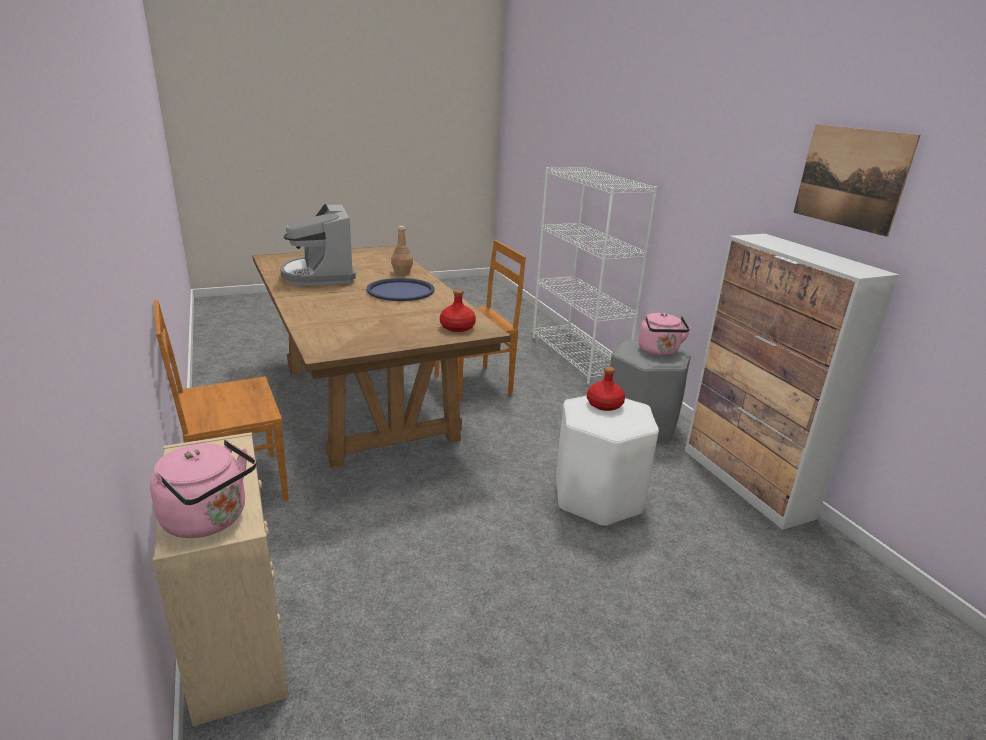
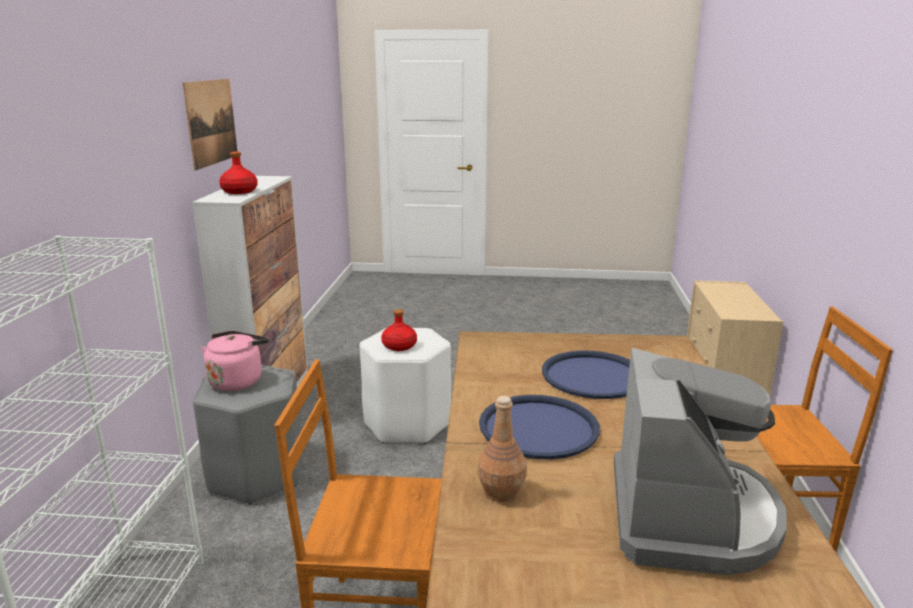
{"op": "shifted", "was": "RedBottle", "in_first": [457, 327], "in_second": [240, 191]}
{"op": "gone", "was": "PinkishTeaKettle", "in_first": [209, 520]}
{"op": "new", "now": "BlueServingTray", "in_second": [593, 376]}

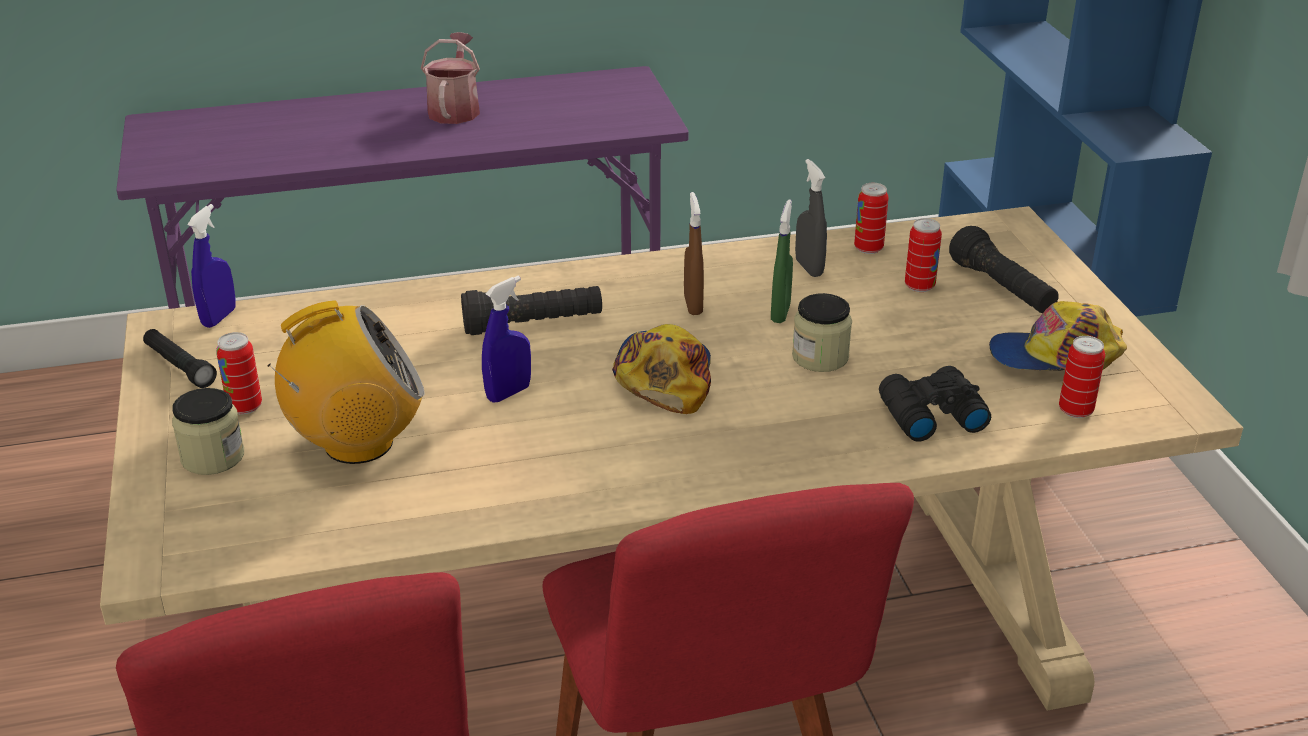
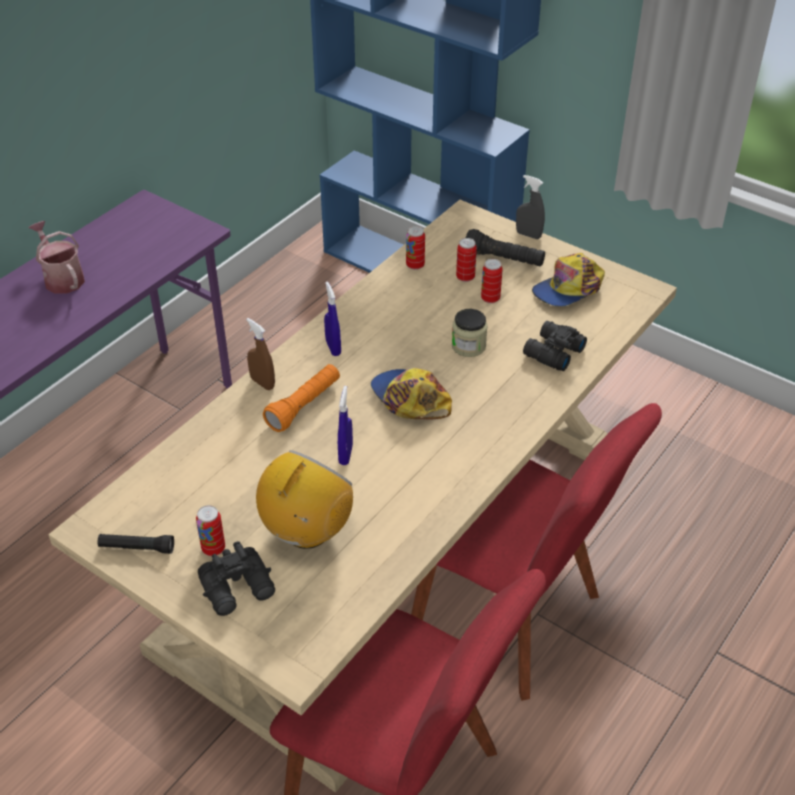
{"op": "shifted", "was": "GraySprayBottle", "in_first": [809, 268], "in_second": [528, 235]}
{"op": "shifted", "was": "BrownishSprayBottle", "in_first": [693, 305], "in_second": [262, 383]}
{"op": "gone", "was": "GreenSprayBottle", "in_first": [780, 313]}
{"op": "shifted", "was": "BlueSprayBottle", "in_first": [219, 317], "in_second": [333, 348]}
{"op": "repainted", "was": "BlackColouredHandTorch", "now": "OrangeColouredHandTorch", "in_first": [533, 325], "in_second": [304, 406]}
{"op": "shifted", "was": "MetalCan", "in_first": [1075, 410], "in_second": [490, 298]}
{"op": "swapped", "was": "PreserveJar", "now": "BlackColouredFieldGlasses", "in_first": [213, 457], "in_second": [239, 588]}

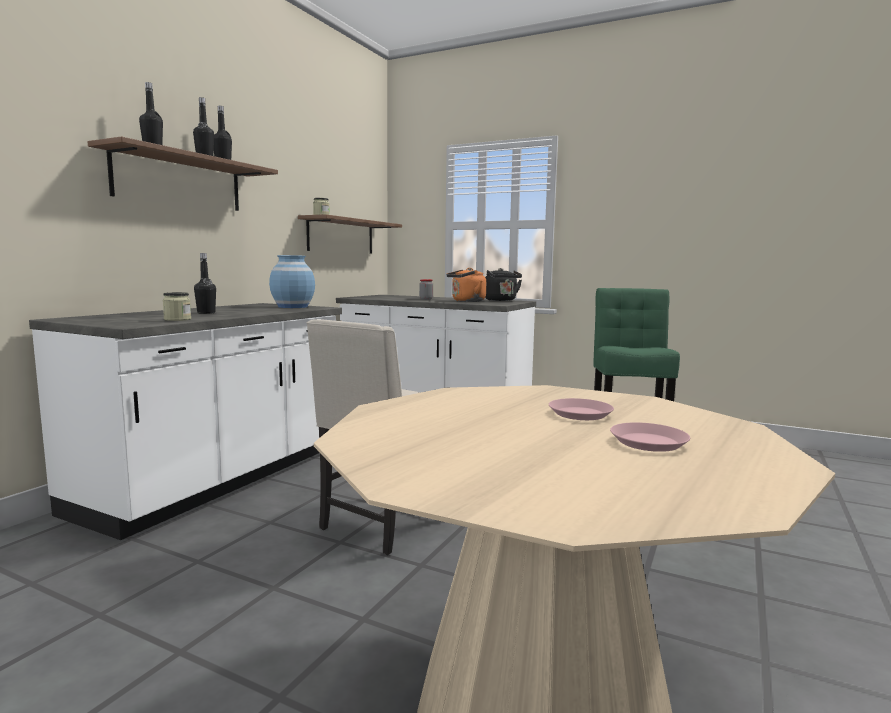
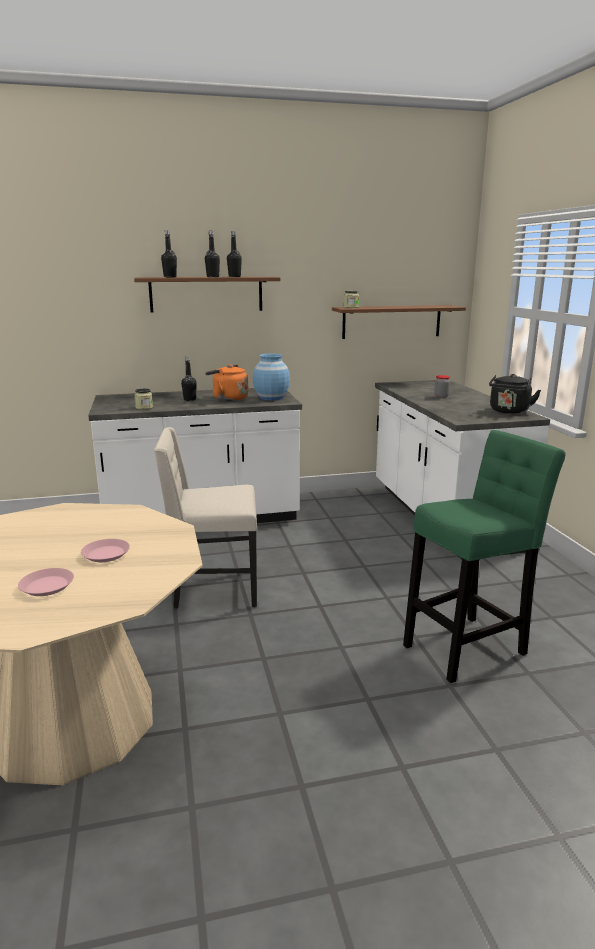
{"op": "shifted", "was": "OrangeColouredTeaKettle", "in_first": [466, 301], "in_second": [228, 399]}

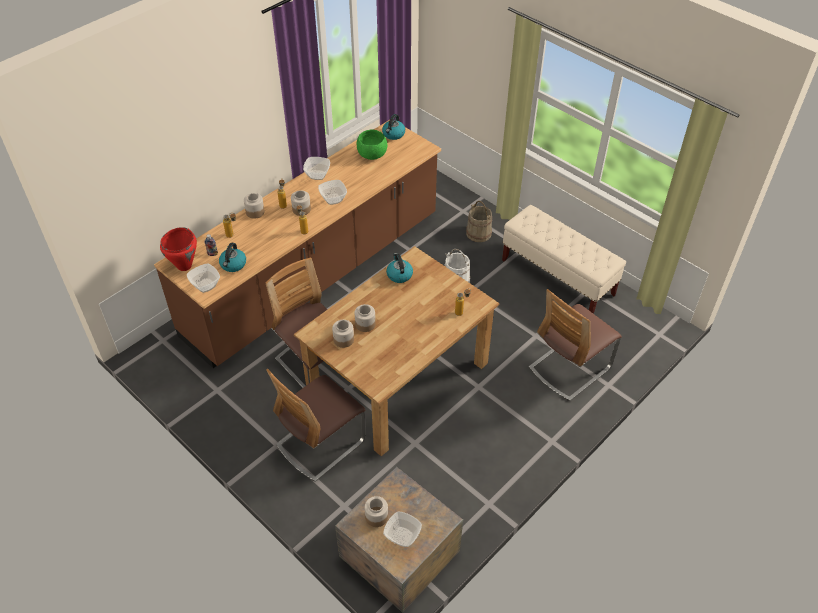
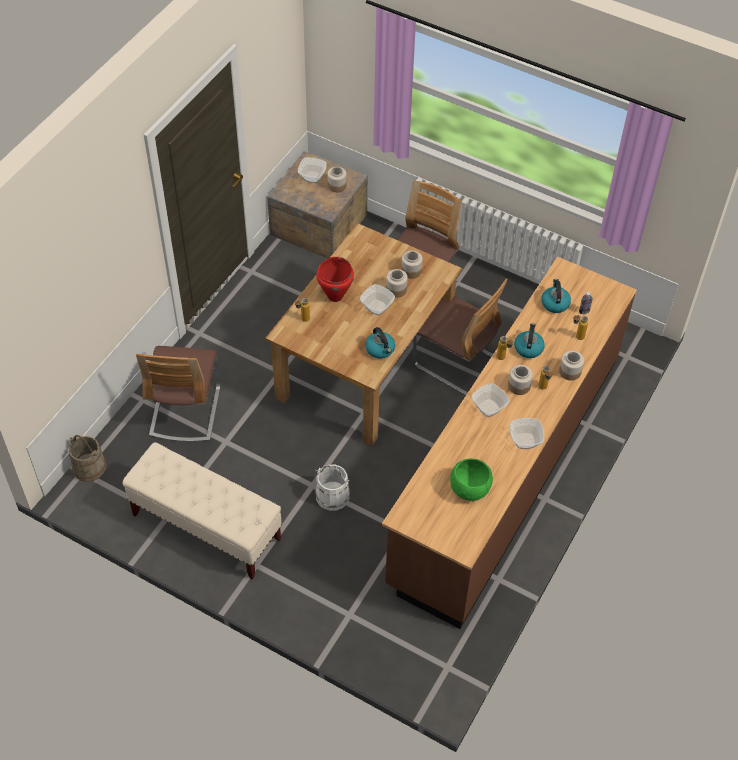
{"op": "shifted", "was": "TeaKettle", "in_first": [393, 134], "in_second": [528, 348]}
{"op": "shifted", "was": "BeigeBucket", "in_first": [478, 233], "in_second": [89, 467]}
{"op": "shifted", "was": "RedCookingPot", "in_first": [185, 266], "in_second": [334, 296]}
{"op": "shifted", "was": "DeepDish", "in_first": [205, 286], "in_second": [377, 307]}
{"op": "rotated", "was": "PlainChair", "in_first": [569, 368], "in_second": [185, 410], "clockwise": 150}

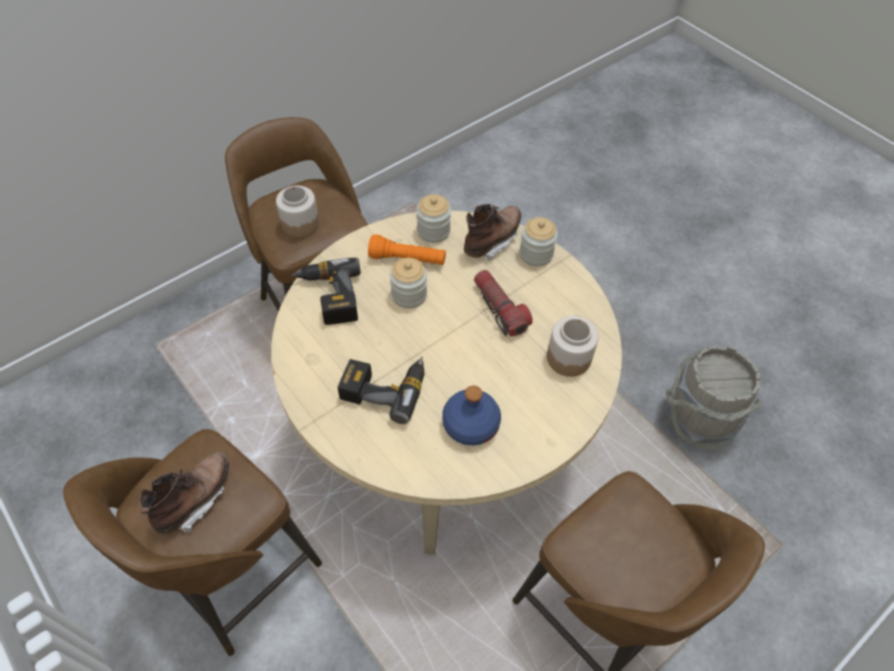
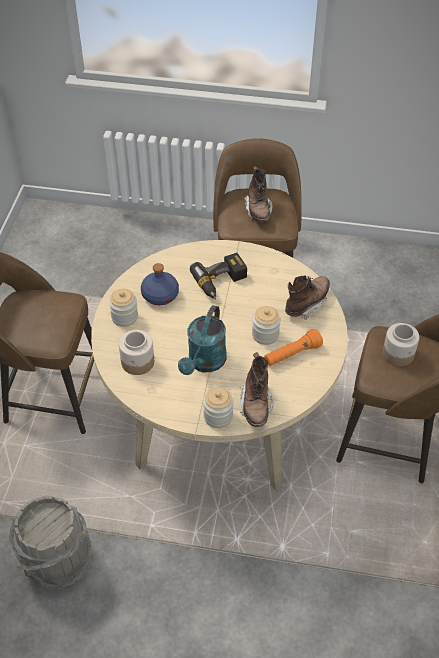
{"op": "shifted", "was": "PreserveJar", "in_first": [433, 231], "in_second": [124, 317]}
{"op": "swapped", "was": "PowerDrill", "now": "BrownishBoot", "in_first": [329, 297], "in_second": [306, 303]}
{"op": "swapped", "was": "HandTorch", "now": "TurquoiseColouredWateringPot", "in_first": [500, 309], "in_second": [204, 363]}

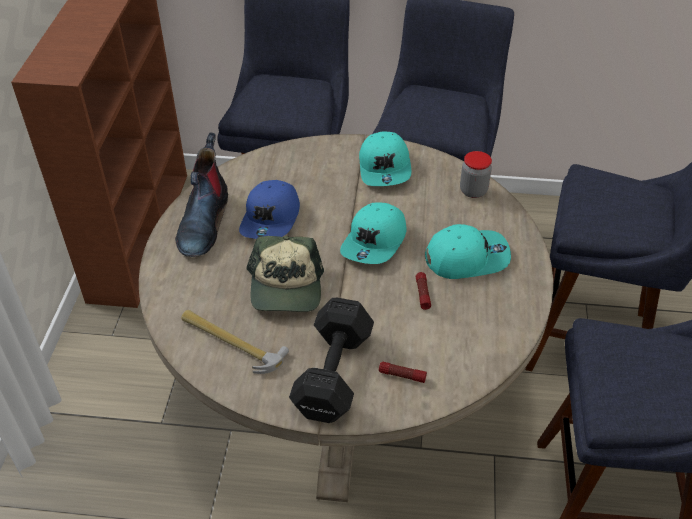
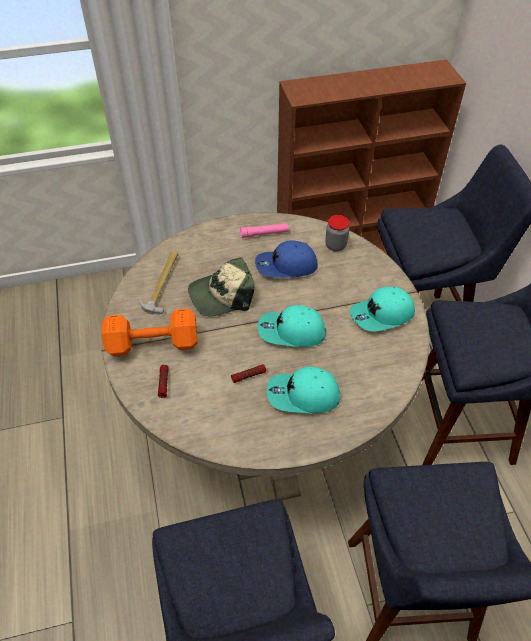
{"op": "swapped", "was": "Boot", "now": "PinkishHandTorch", "in_first": [203, 222], "in_second": [264, 234]}
{"op": "shifted", "was": "PreserveJar", "in_first": [473, 191], "in_second": [335, 245]}
{"op": "rotated", "was": "TurquoiseColouredCap", "in_first": [467, 257], "in_second": [303, 396], "clockwise": 120}
{"op": "repainted", "was": "BlackColouredFreeWeight", "now": "OrangeColouredFreeWeight", "in_first": [331, 375], "in_second": [151, 343]}

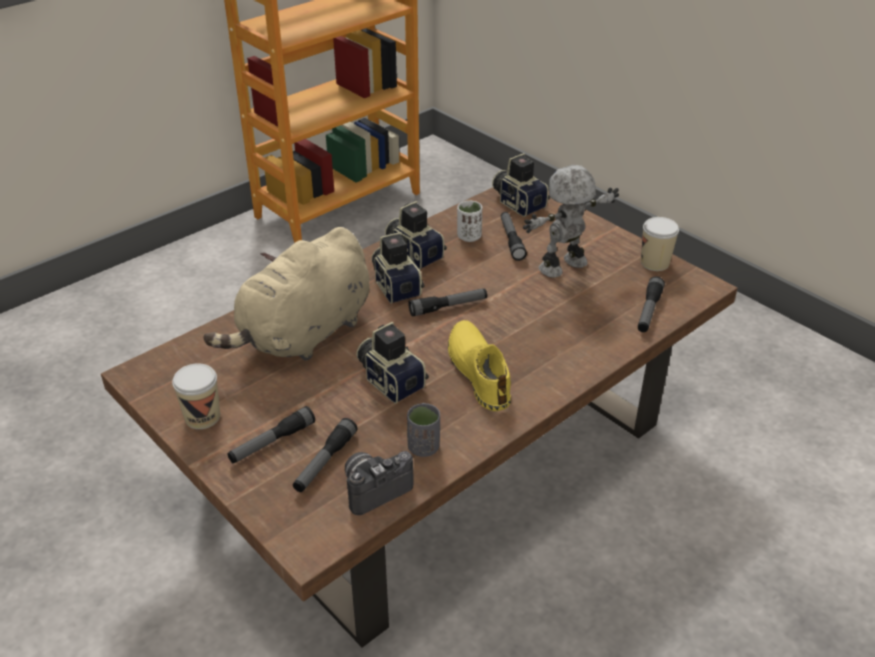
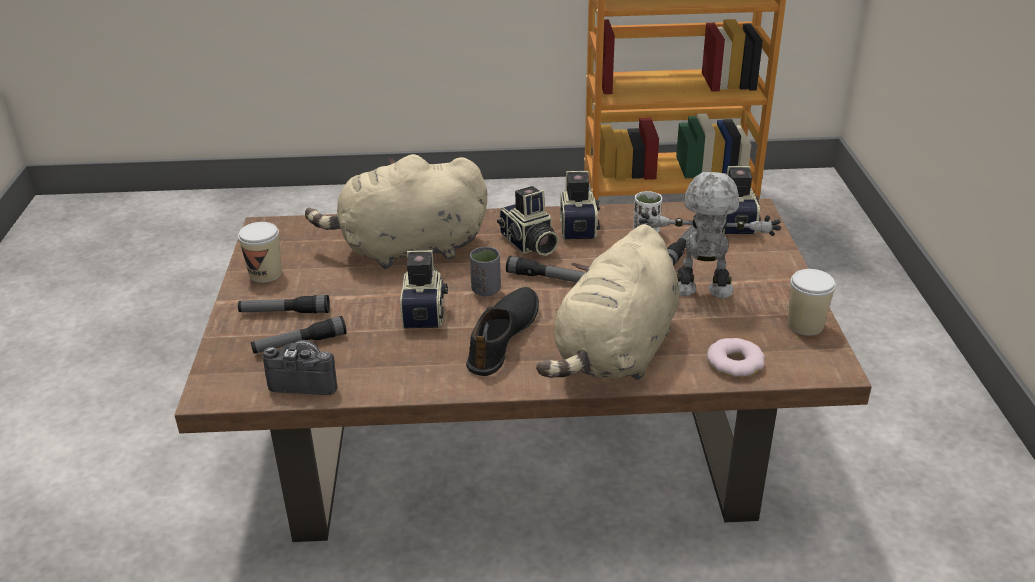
{"op": "rotated", "was": "StillCamera", "in_first": [396, 285], "in_second": [528, 244], "clockwise": 135}
{"op": "swapped", "was": "HandTorch", "now": "Donut", "in_first": [648, 311], "in_second": [735, 363]}
{"op": "repainted", "was": "YellowShoe", "now": "BlackColouredShoe", "in_first": [479, 371], "in_second": [504, 338]}
{"op": "shifted", "was": "GraySmallCup", "in_first": [423, 447], "in_second": [486, 290]}
{"op": "new", "now": "BeigeCuddlyToy", "in_second": [615, 353]}

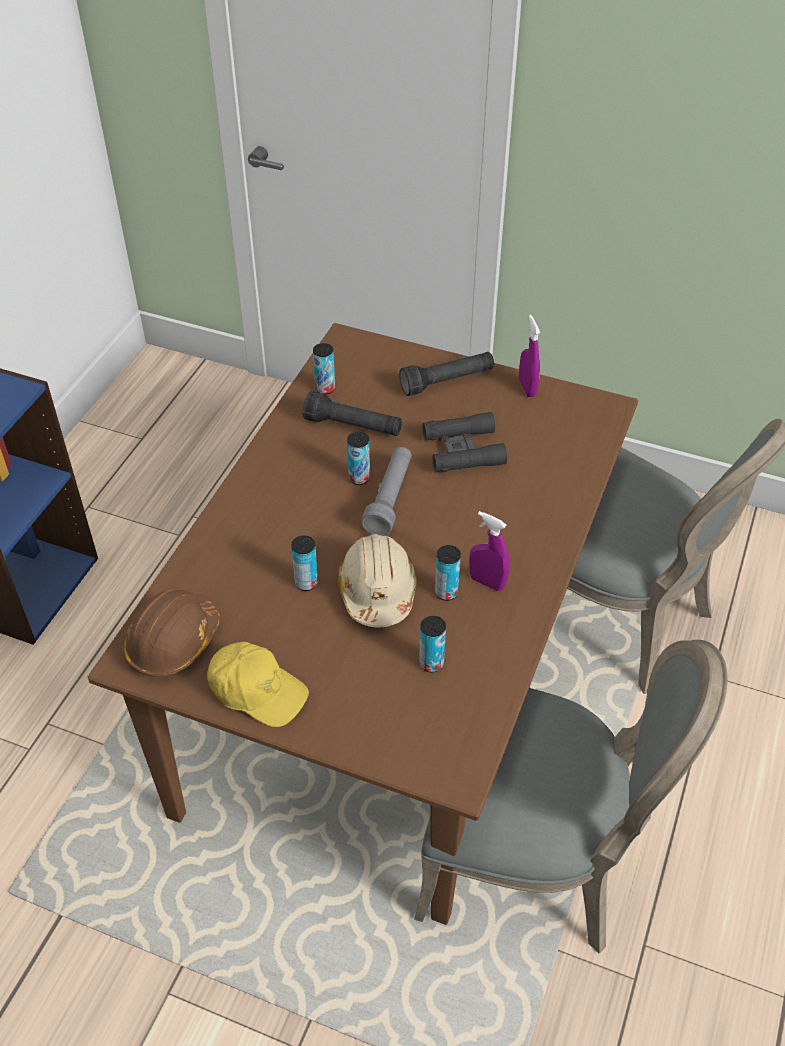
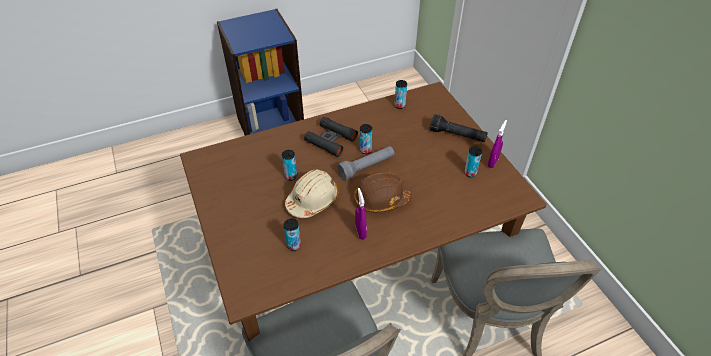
{"op": "gone", "was": "BlackColouredHandTorch", "in_first": [353, 426]}
{"op": "shifted", "was": "BlackColouredFieldGlasses", "in_first": [463, 450], "in_second": [331, 140]}
{"op": "shifted", "was": "MetalCan", "in_first": [446, 592], "in_second": [470, 173]}
{"op": "shifted", "was": "BrownishSafetyHelmet", "in_first": [173, 642], "in_second": [381, 199]}
{"op": "gone", "was": "YellowCap", "in_first": [257, 690]}

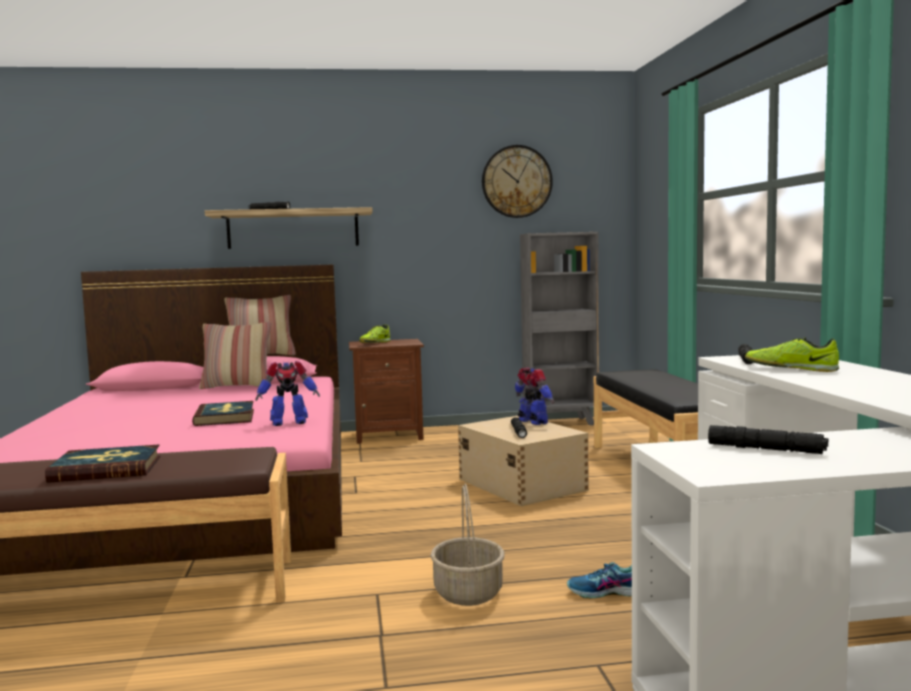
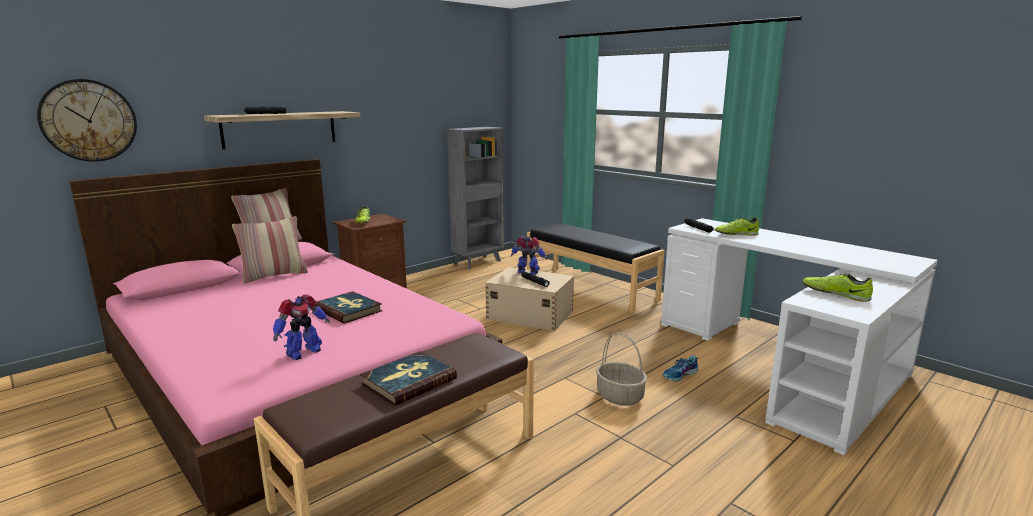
{"op": "shifted", "was": "ClockOnTheWall", "in_first": [516, 181], "in_second": [88, 120]}
{"op": "shifted", "was": "ToyRobot", "in_first": [288, 422], "in_second": [303, 352]}
{"op": "swapped", "was": "BlackColouredHandTorch", "now": "Shoe", "in_first": [766, 449], "in_second": [835, 294]}

